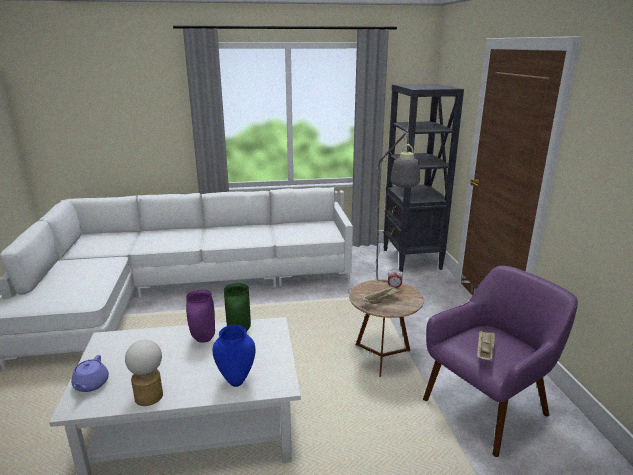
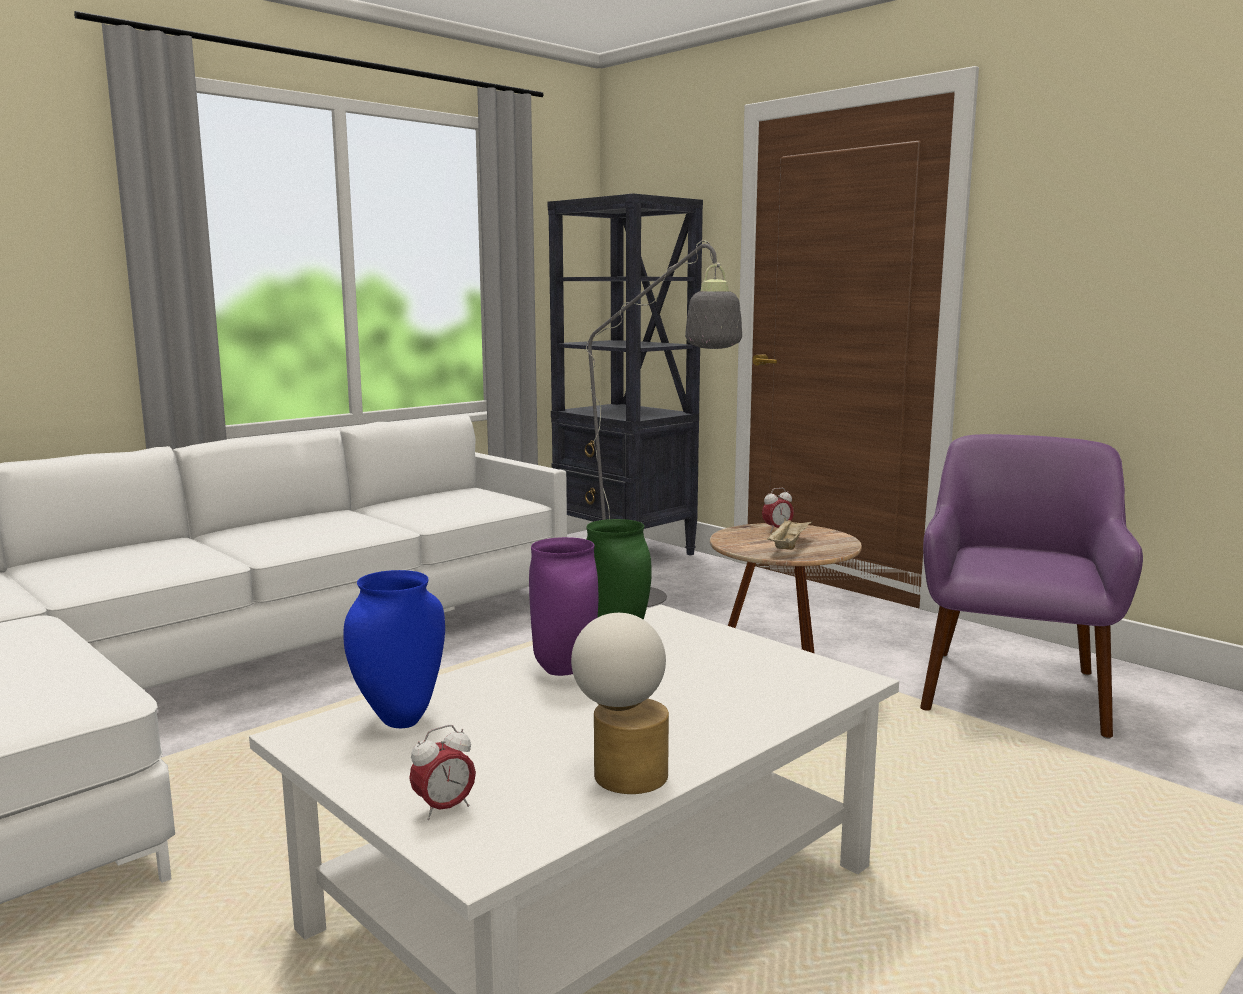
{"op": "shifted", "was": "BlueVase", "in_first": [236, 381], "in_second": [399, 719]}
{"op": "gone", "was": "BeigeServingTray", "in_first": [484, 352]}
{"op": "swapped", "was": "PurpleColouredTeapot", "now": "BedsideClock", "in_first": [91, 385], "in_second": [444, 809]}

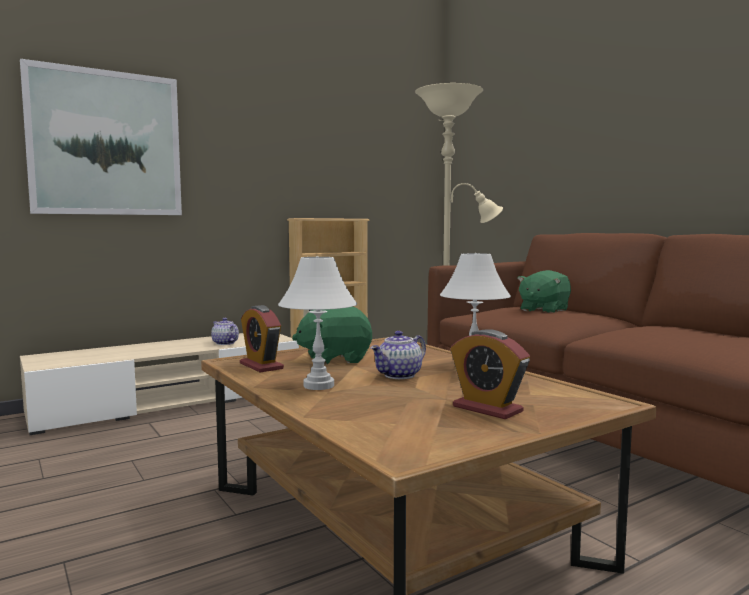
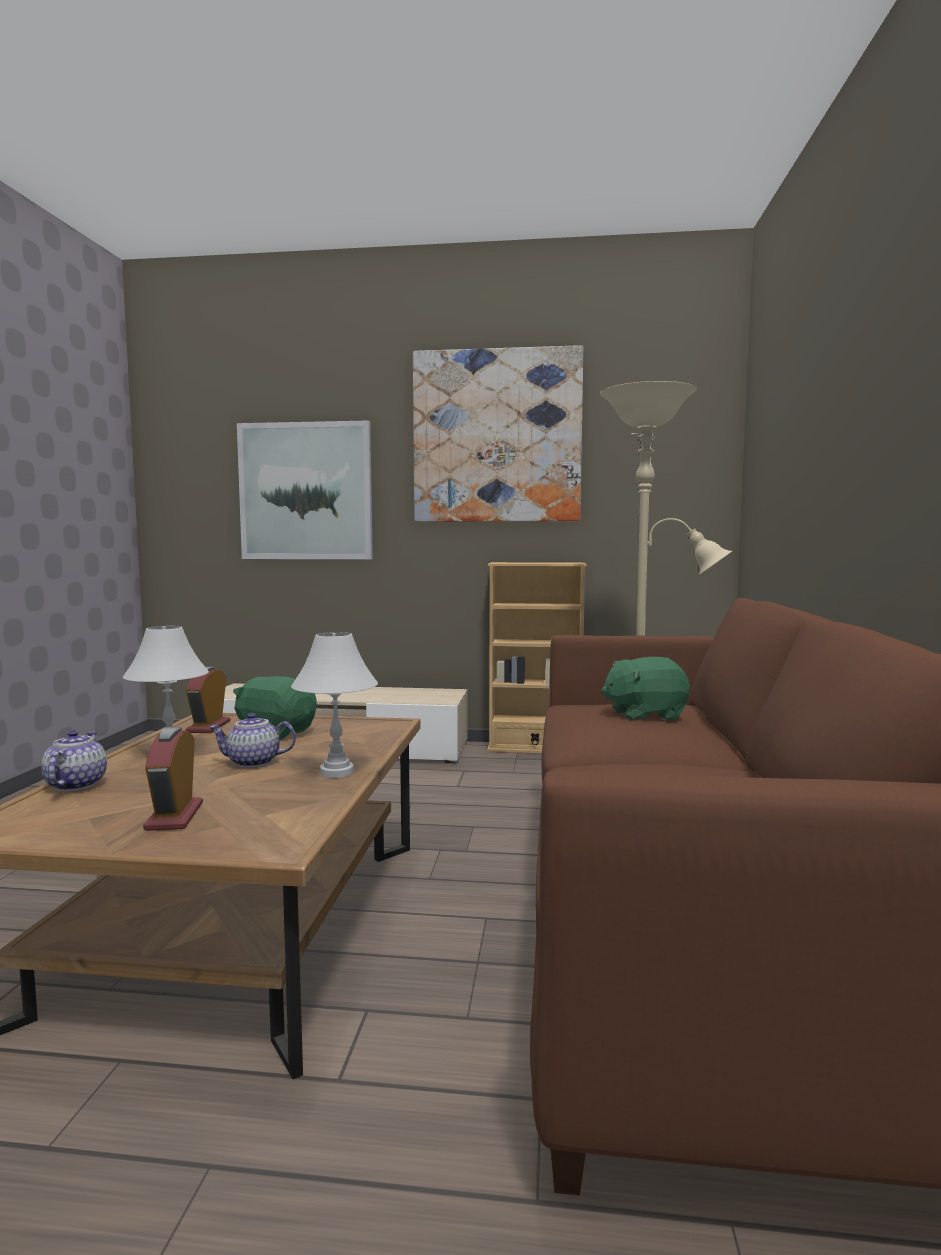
{"op": "shifted", "was": "Teapot", "in_first": [225, 343], "in_second": [75, 785]}
{"op": "new", "now": "Picture", "in_second": [497, 437]}

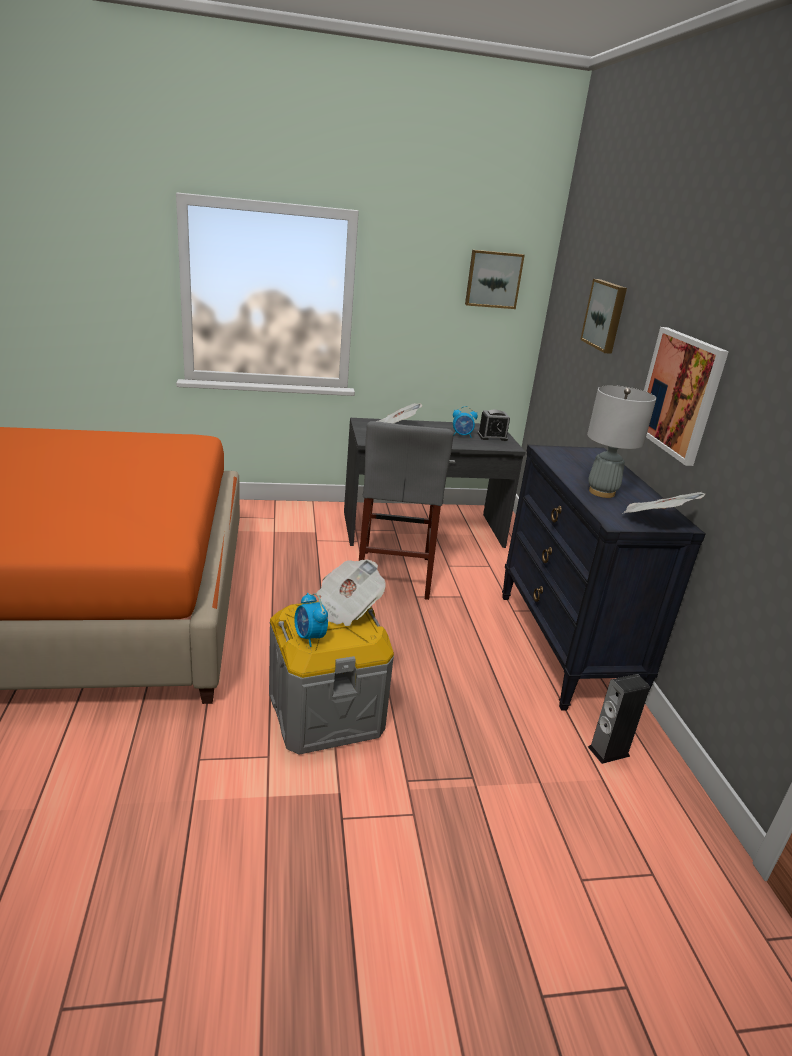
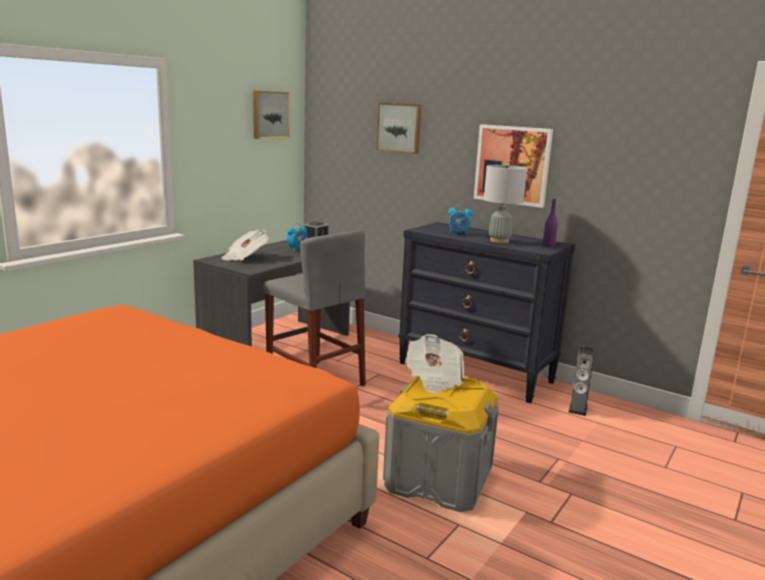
{"op": "swapped", "was": "PrintedPaper", "now": "PurpleColouredBottle", "in_first": [655, 520], "in_second": [548, 245]}
{"op": "shifted", "was": "BedsideClock", "in_first": [310, 637], "in_second": [458, 233]}

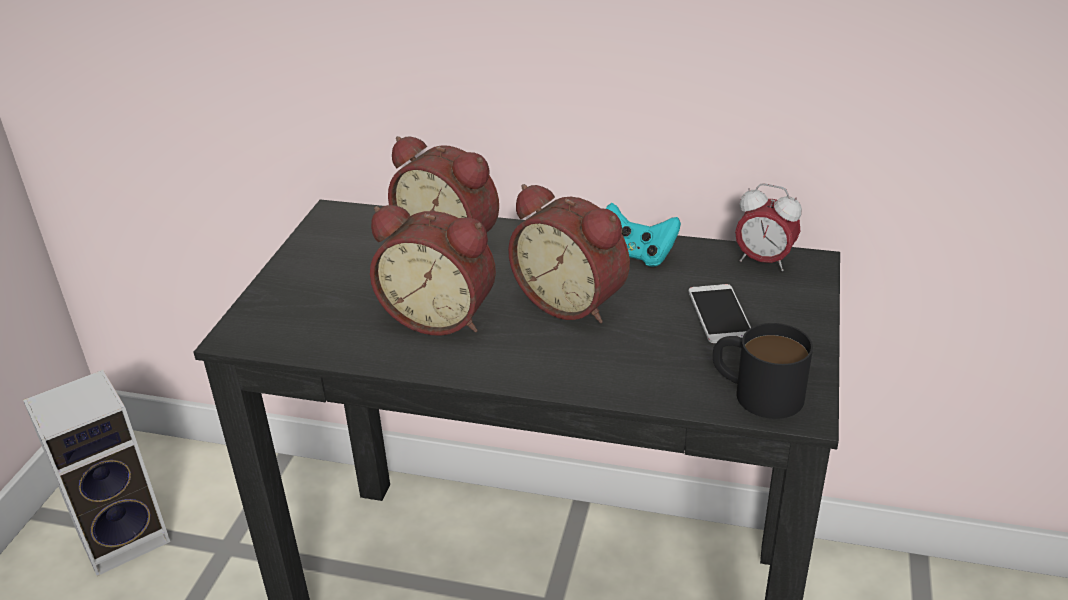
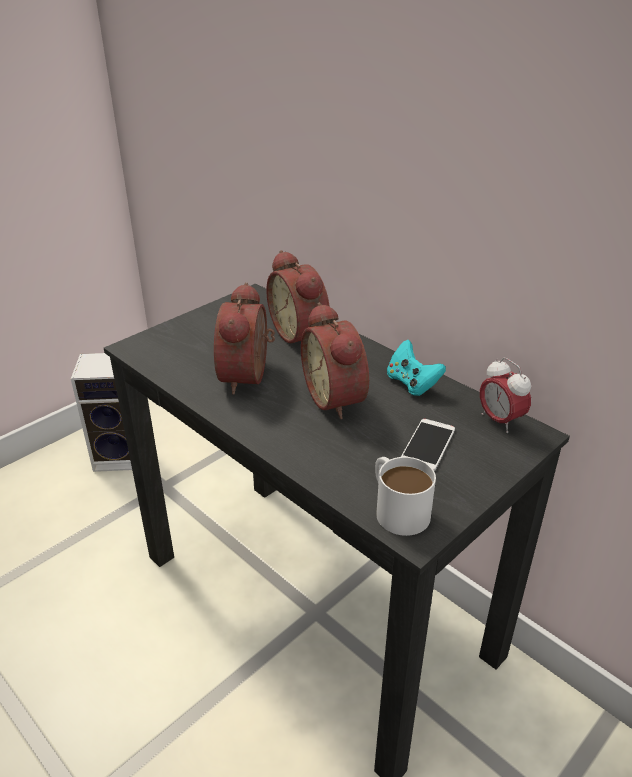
{"op": "rotated", "was": "BedsideClock", "in_first": [440, 315], "in_second": [249, 377], "clockwise": 45}
{"op": "repainted", "was": "BlackColouredCoffeeMug", "now": "WhiteColouredCoffeeMug", "in_first": [756, 391], "in_second": [396, 508]}

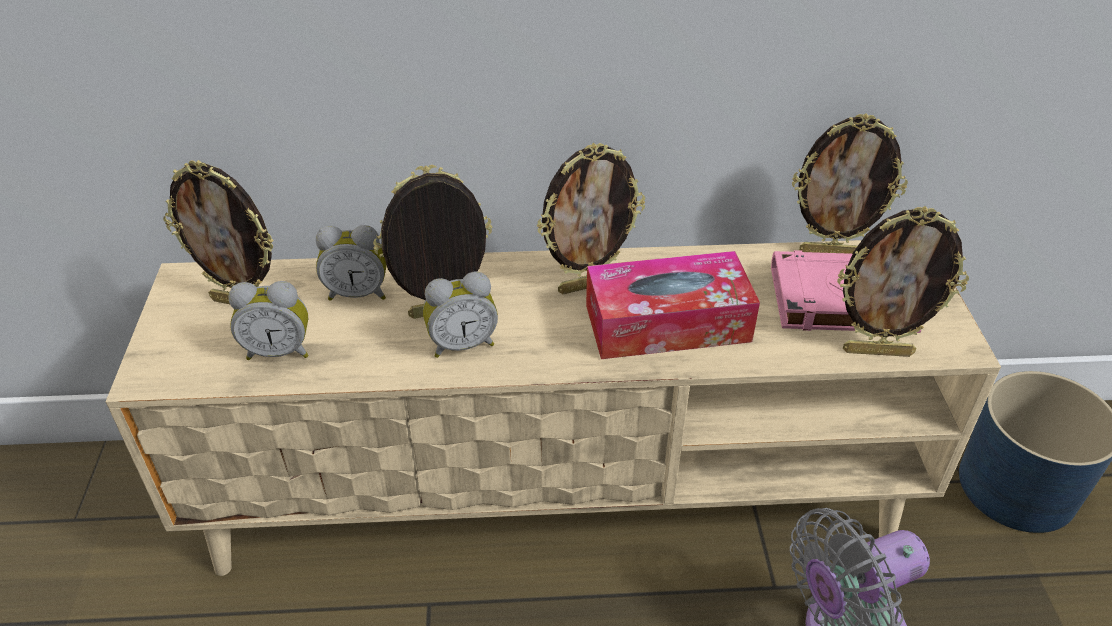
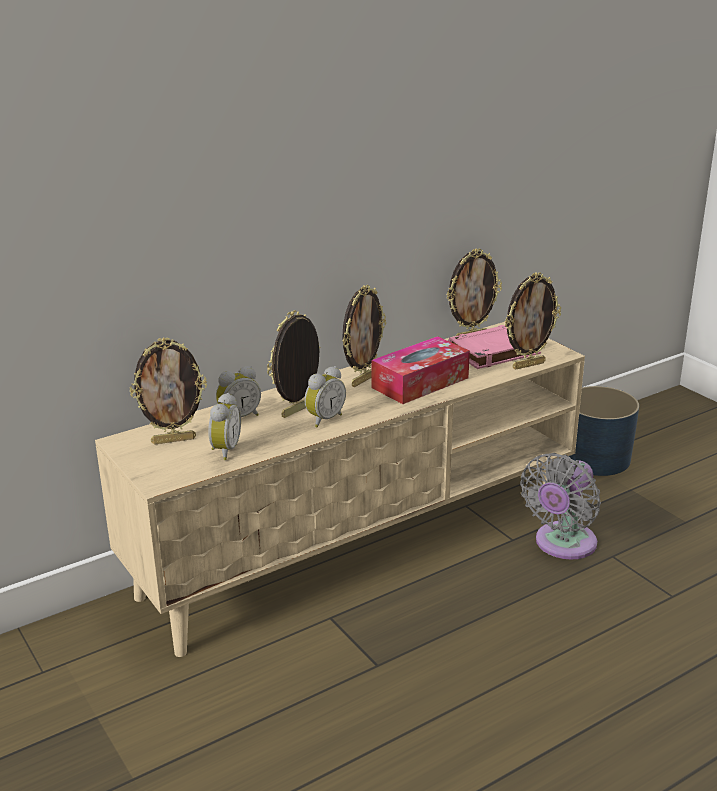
{"op": "rotated", "was": "BedsideClock", "in_first": [279, 350], "in_second": [224, 450], "clockwise": -45}

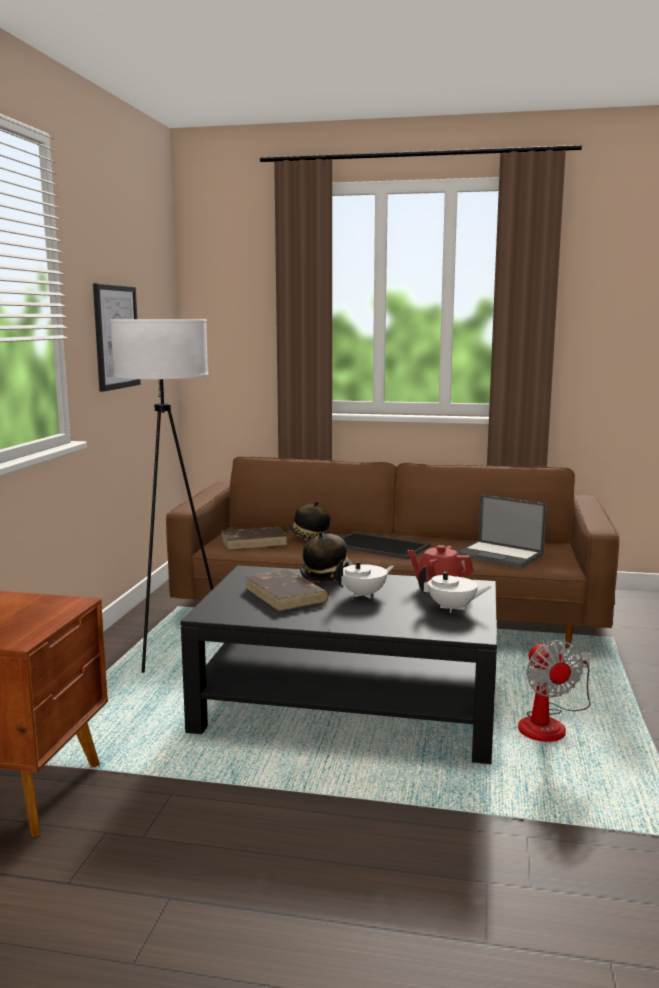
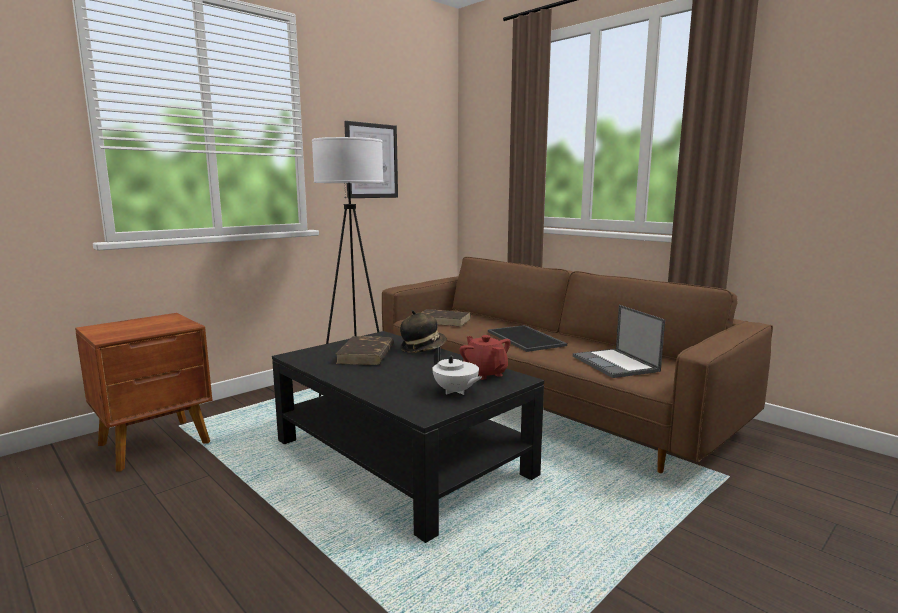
{"op": "gone", "was": "ClothingHat", "in_first": [308, 538]}
{"op": "gone", "was": "WhiteColouredTeapot", "in_first": [364, 595]}
{"op": "gone", "was": "ElectricFan", "in_first": [550, 724]}

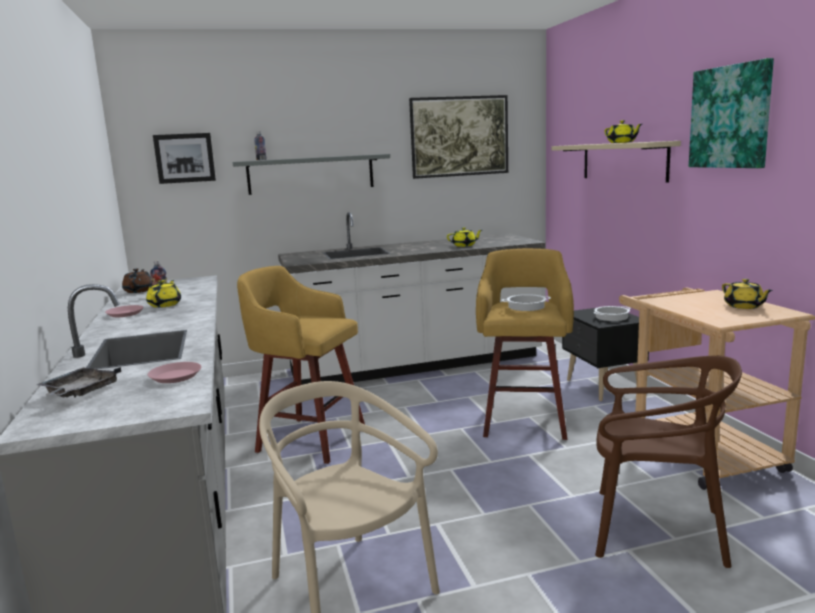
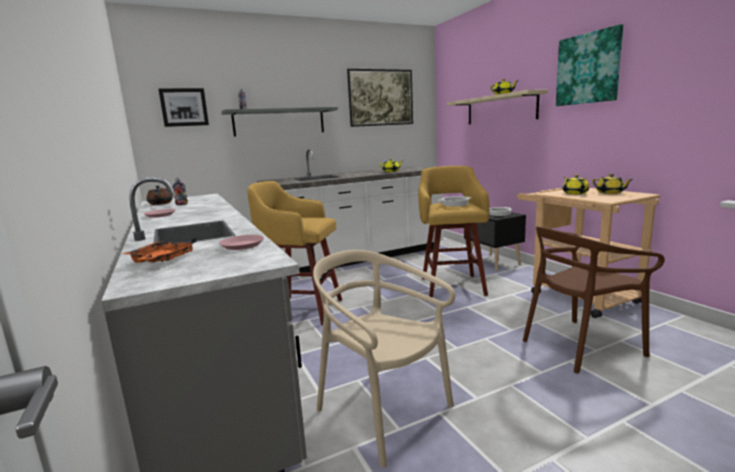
{"op": "shifted", "was": "YellowTeapot", "in_first": [165, 305], "in_second": [575, 193]}
{"op": "rotated", "was": "BrownishPlainChair", "in_first": [656, 530], "in_second": [580, 346], "clockwise": 150}
{"op": "repainted", "was": "GrayServingTray", "now": "OrangeColouredServingTray", "in_first": [80, 392], "in_second": [161, 260]}

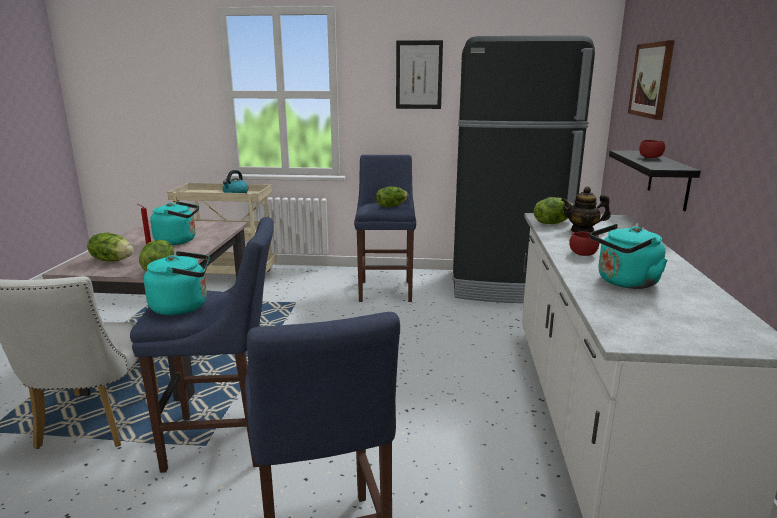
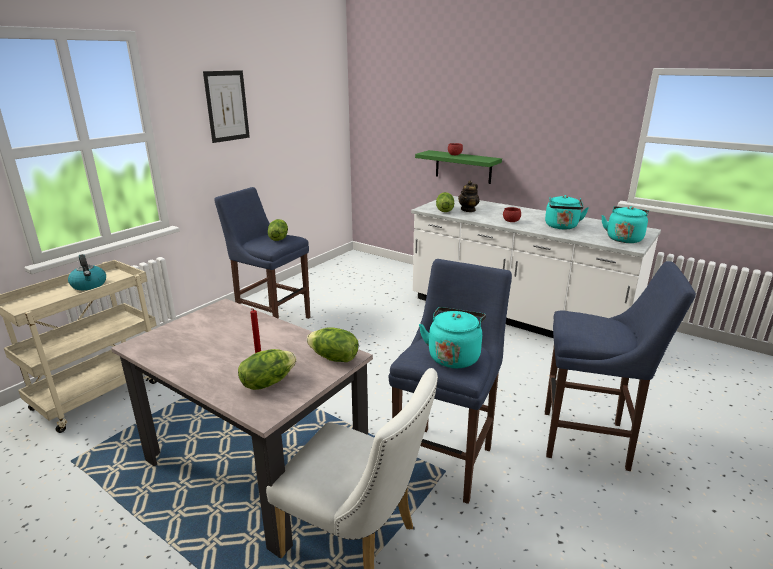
{"op": "gone", "was": "BlackColouredRefrigerator", "in_first": [507, 286]}
{"op": "gone", "was": "Picture", "in_first": [651, 80]}
{"op": "repainted", "was": "BlackColouredWallShelf", "now": "GreenWallShelf", "in_first": [669, 179], "in_second": [463, 167]}
{"op": "shifted", "was": "TurquoiseColouredTeaKettle", "in_first": [178, 241], "in_second": [624, 238]}

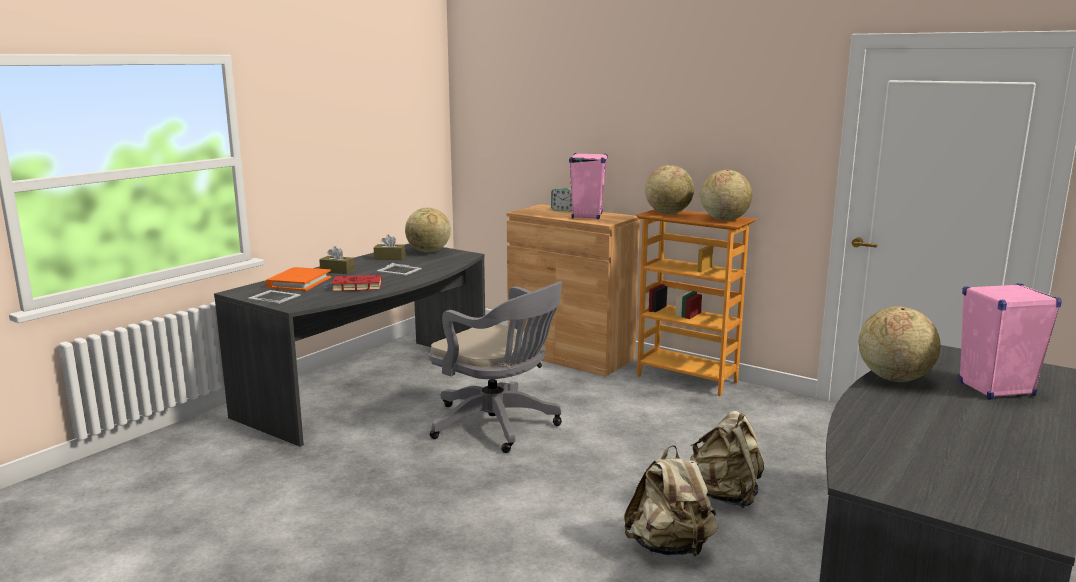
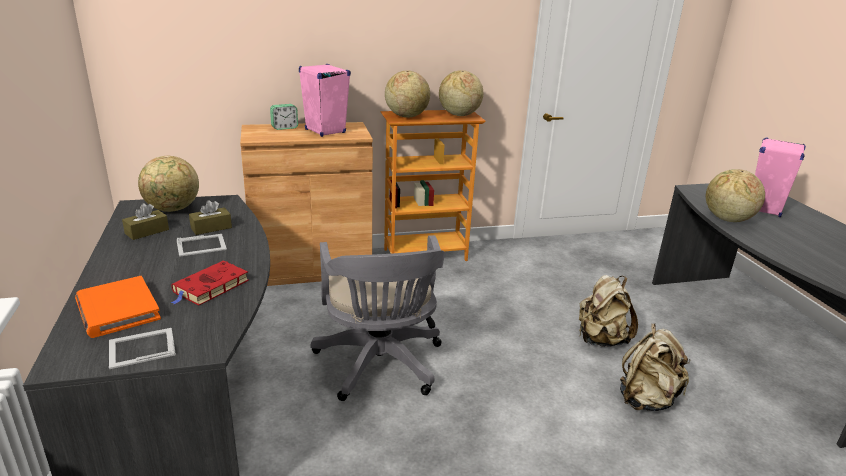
{"op": "shifted", "was": "BrownishBoxOfTissues", "in_first": [337, 271], "in_second": [211, 228]}
{"op": "rotated", "was": "GrayComputerChair", "in_first": [499, 425], "in_second": [380, 366], "clockwise": 90}

